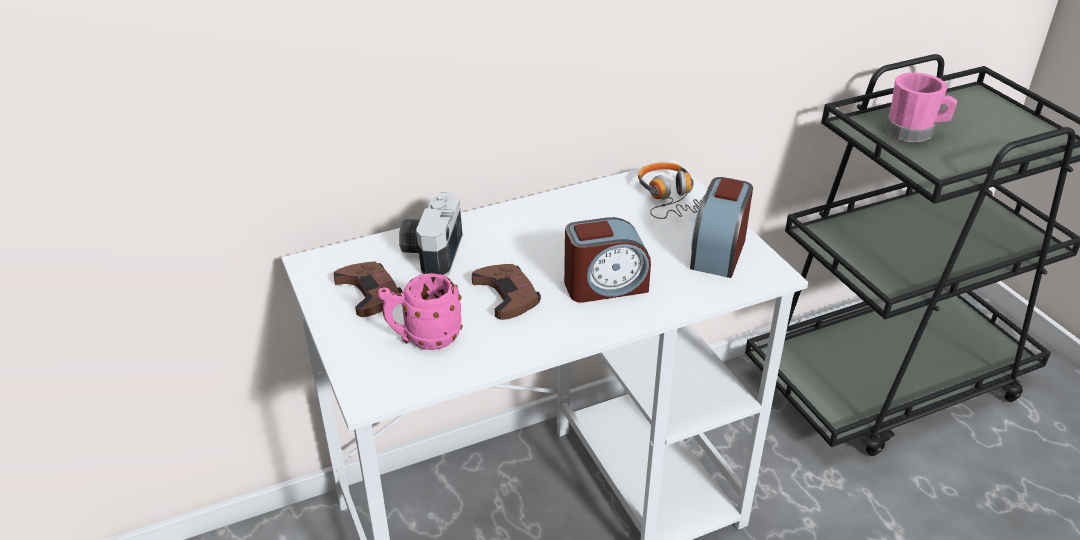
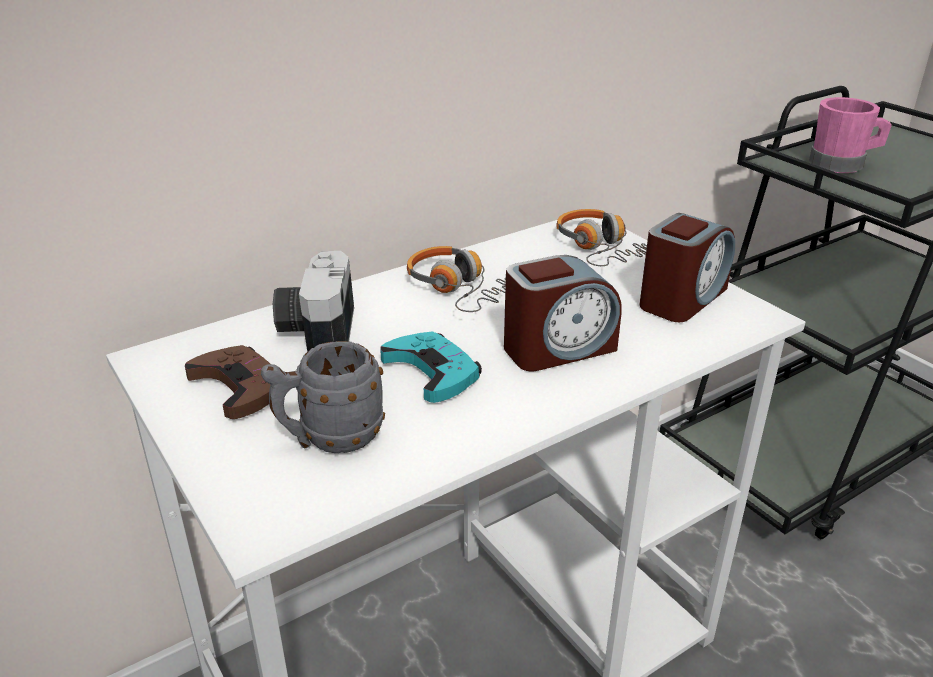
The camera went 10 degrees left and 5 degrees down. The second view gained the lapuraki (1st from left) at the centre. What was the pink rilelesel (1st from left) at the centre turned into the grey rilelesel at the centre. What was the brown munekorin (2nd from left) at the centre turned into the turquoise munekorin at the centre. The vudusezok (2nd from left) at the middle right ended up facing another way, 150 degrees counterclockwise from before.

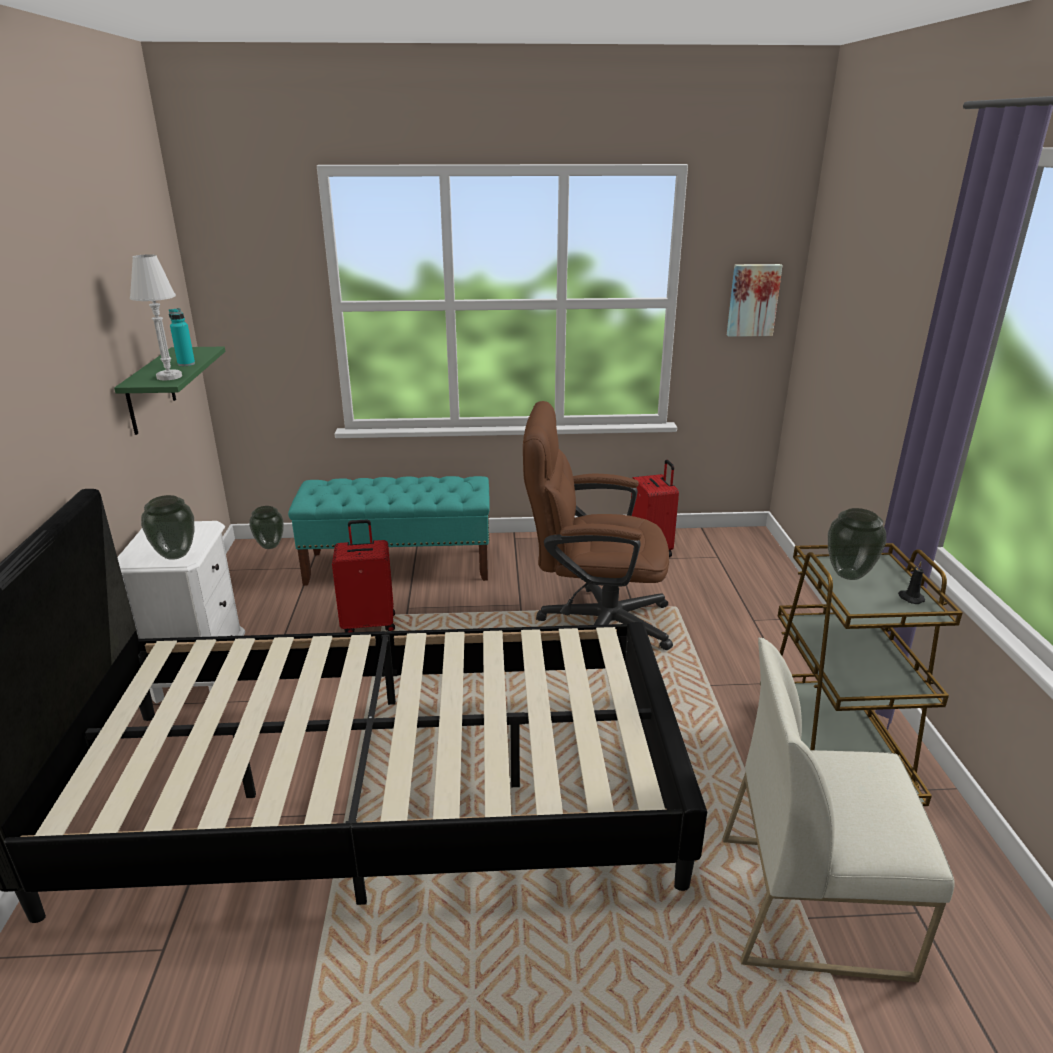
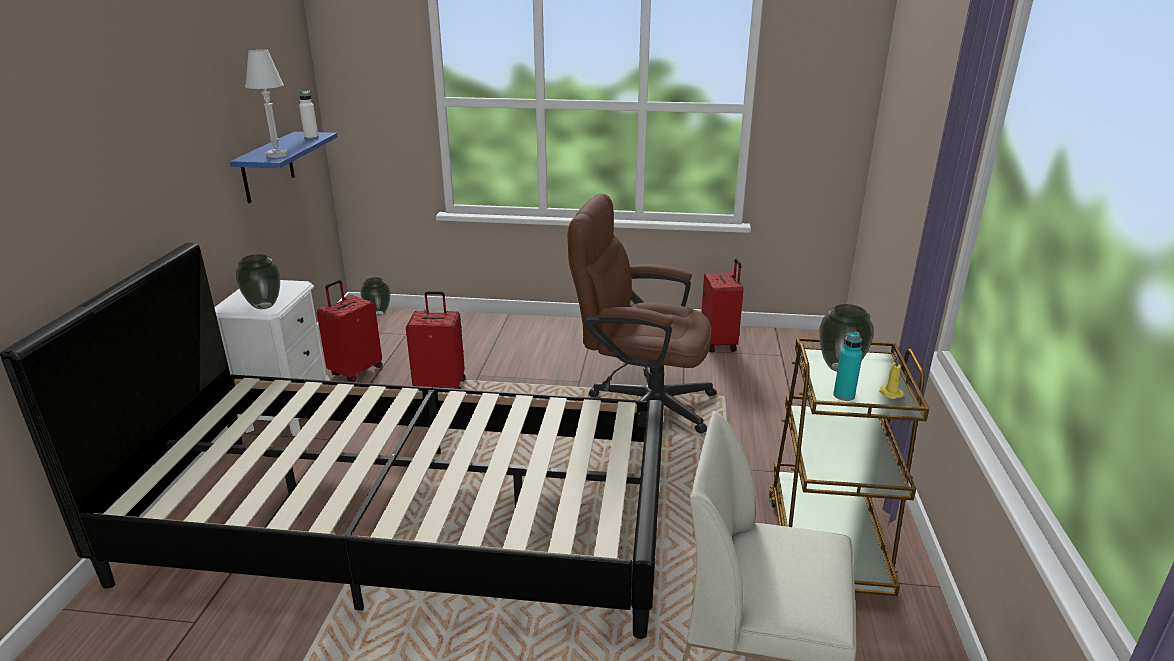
The camera went 10 degrees right and 0 degrees up. The second view lost the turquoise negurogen at the centre. The second view lost the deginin at the top right. The second view gained the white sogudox at the top left. The second view gained the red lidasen (1st from left) at the middle left. The turquoise sogudox ended up elsewhere, having gone from the top left to the middle right. What was the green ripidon at the middle left turned into the blue ripidon at the top left. What was the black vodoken at the middle right turned into the yellow vodoken at the middle right.

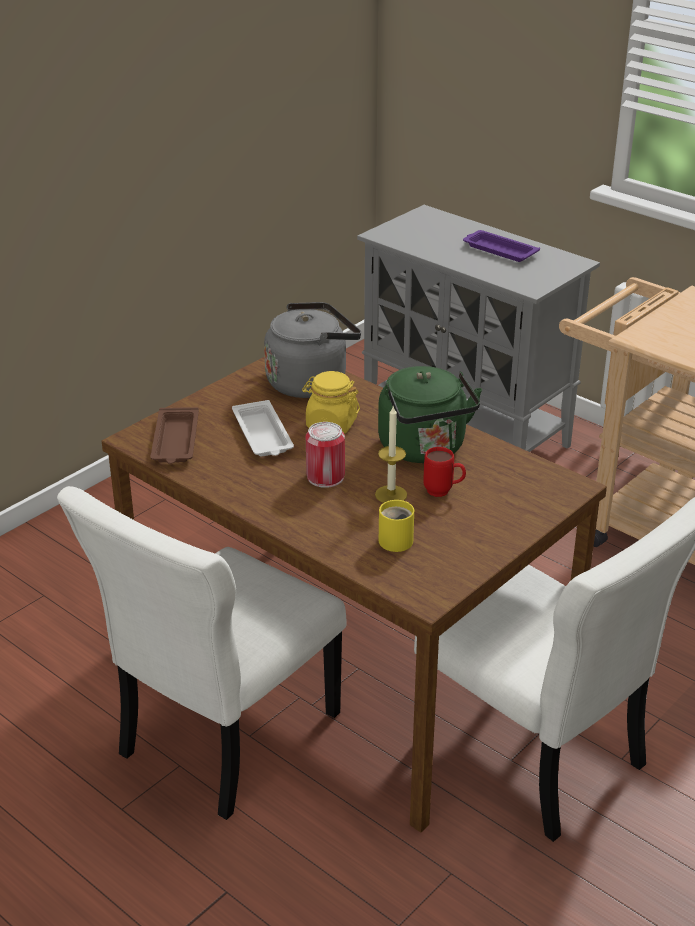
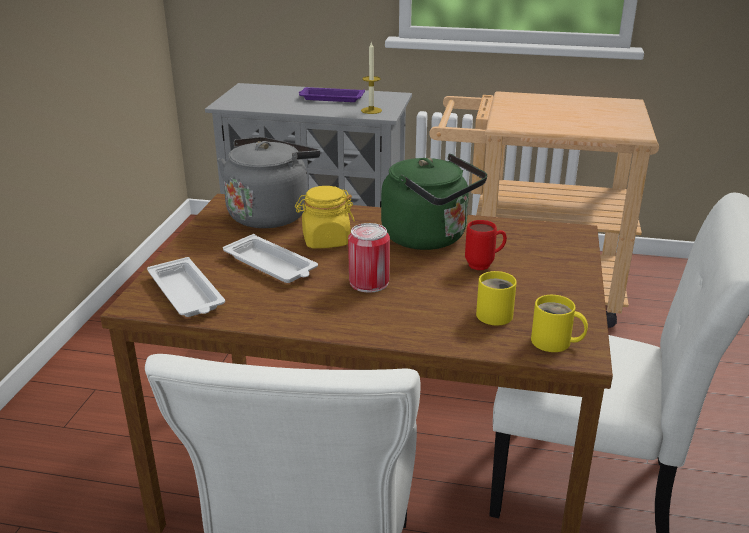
The camera went 30 degrees left and 5 degrees down. The second view gained the yellow rilelesel (2nd from left) at the middle right. The vodoken ended up elsewhere, having gone from the centre to the top centre. What was the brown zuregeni at the middle left turned into the white zuregeni (1st from left) at the middle left.

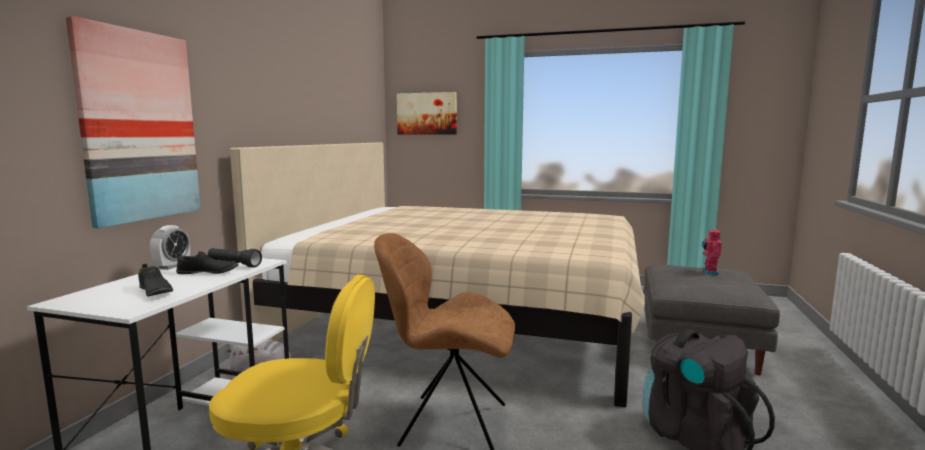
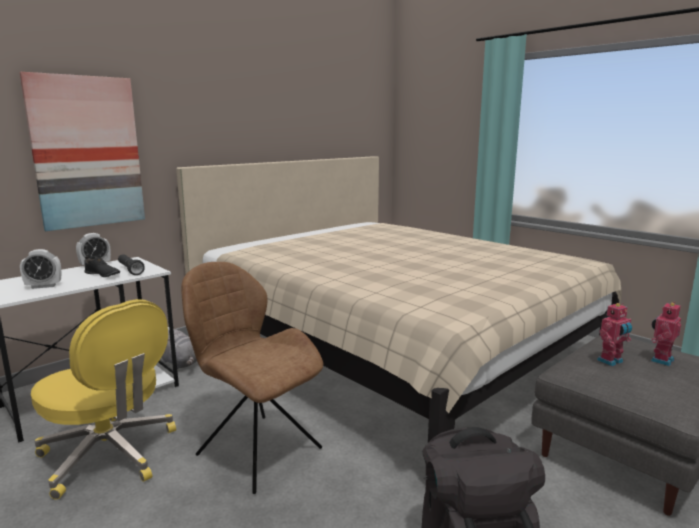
The camera went 30 degrees right and 5 degrees up. The second view lost the deginin (2nd from left) at the top centre. The second view gained the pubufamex (1st from left) at the middle right. Where the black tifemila (1st from left) stood at the middle left, the vudusezok (1st from left) came to stand at the middle left.

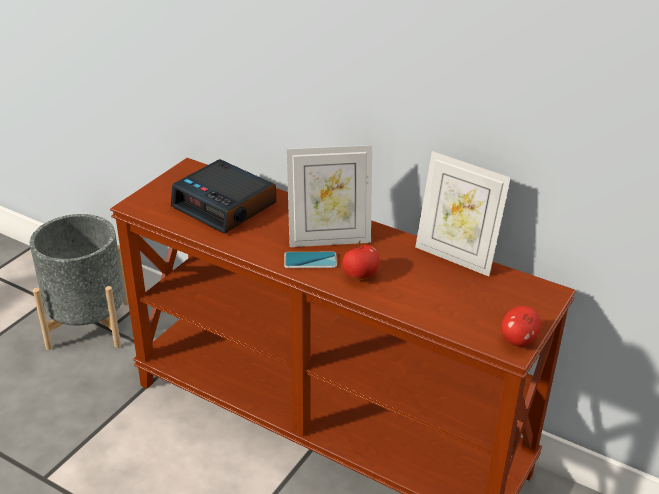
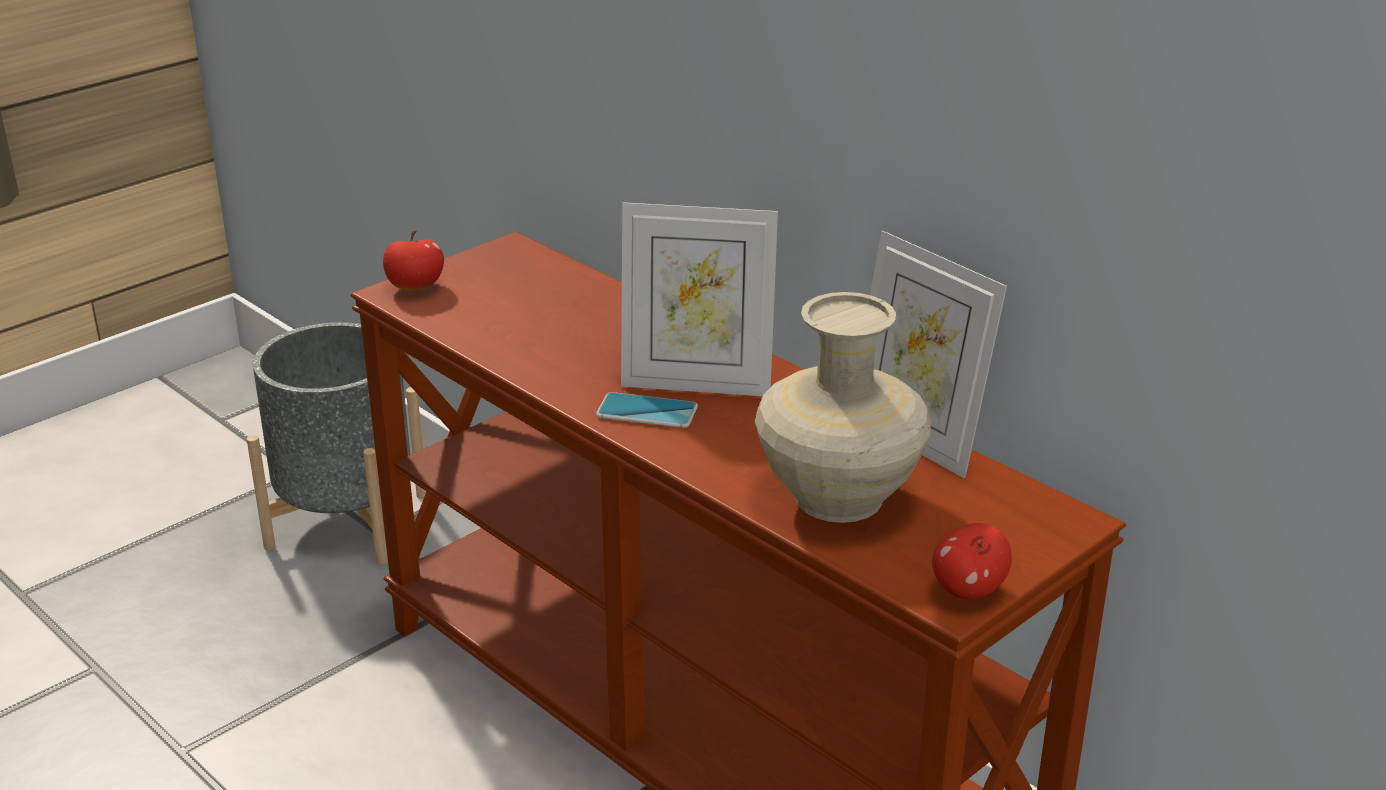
The camera went 15 degrees right and 5 degrees down. The second view lost the vudusezok at the centre. The second view gained the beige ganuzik at the centre. The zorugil (1st from left) ended up elsewhere, having gone from the centre to the top left.

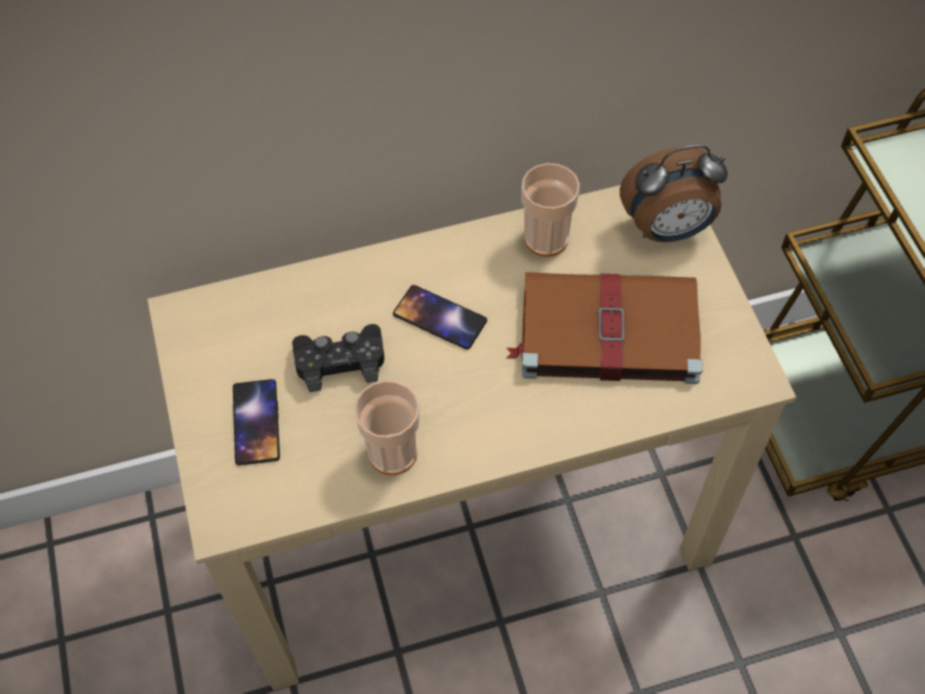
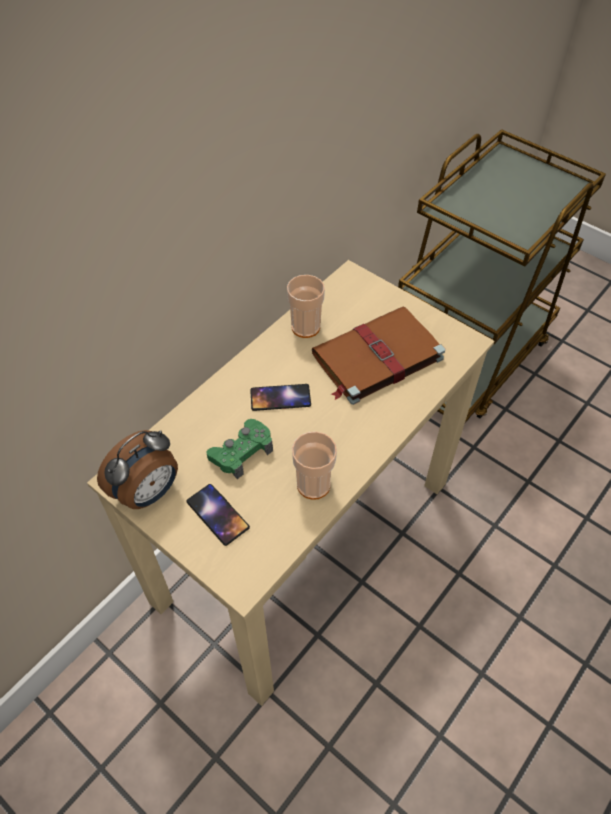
The camera went 35 degrees left and 5 degrees down. The vudusezok ended up elsewhere, having gone from the top right to the middle left. What was the black munekorin at the centre turned into the green munekorin at the centre.

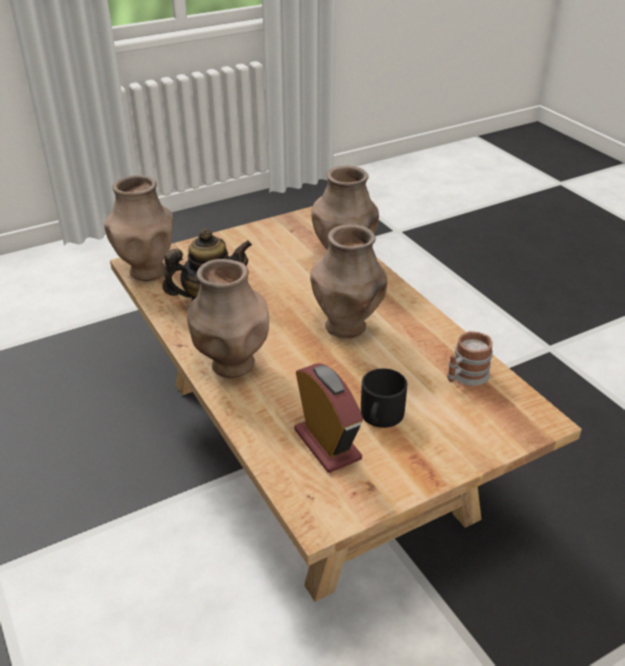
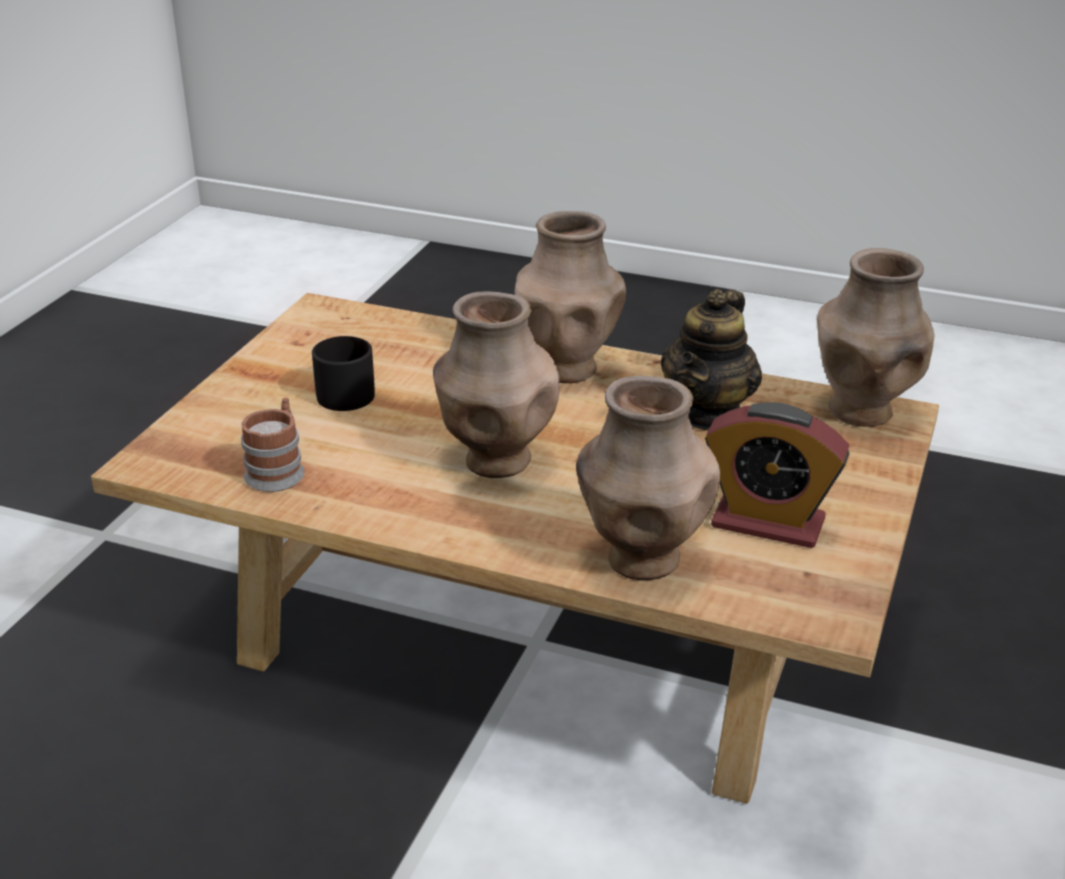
The camera went 140 degrees right and 5 degrees down. The vudusezok ended up elsewhere, having gone from the centre to the middle right.

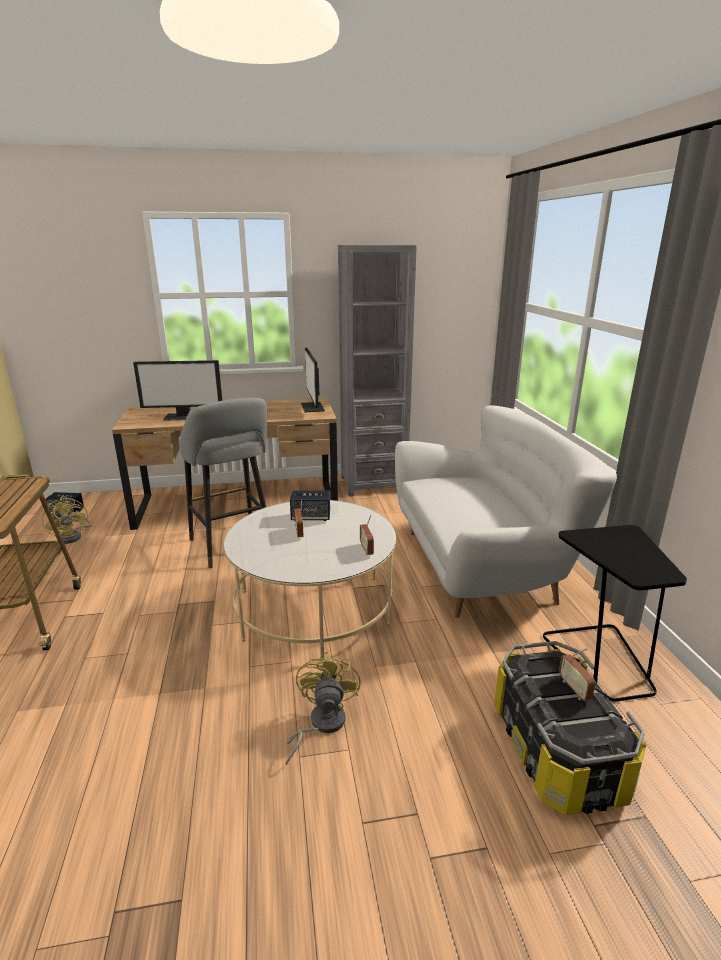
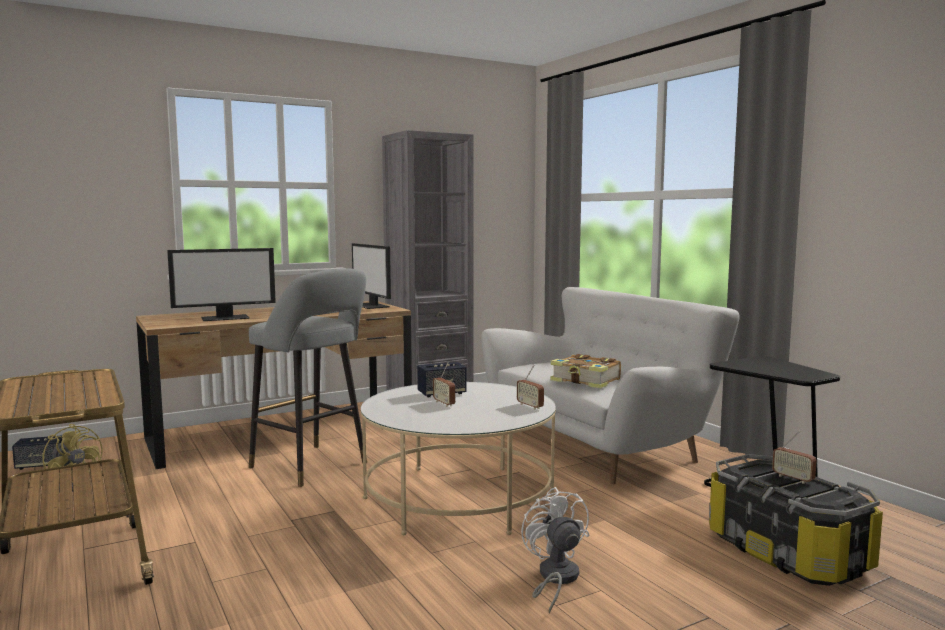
The camera went 20 degrees left and 15 degrees down. The second view gained the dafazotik at the centre. What was the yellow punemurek (2nd from left) at the bottom centre turned into the white punemurek at the bottom centre.

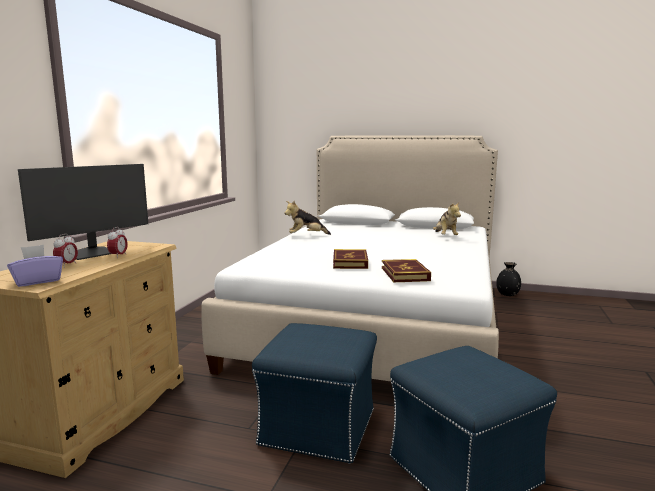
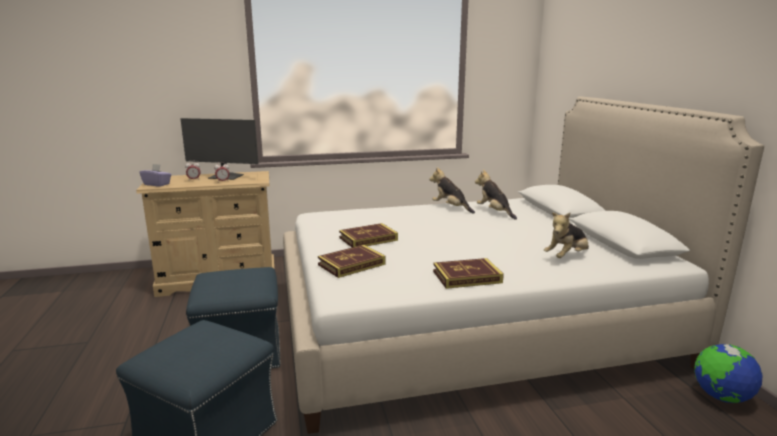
The camera went 60 degrees right and 5 degrees up. The second view gained the dafazotik (3rd from left) at the centre. The second view gained the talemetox (2nd from left) at the centre. Where the black ganuzik stood at the middle right, the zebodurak came to stand at the bottom right.

